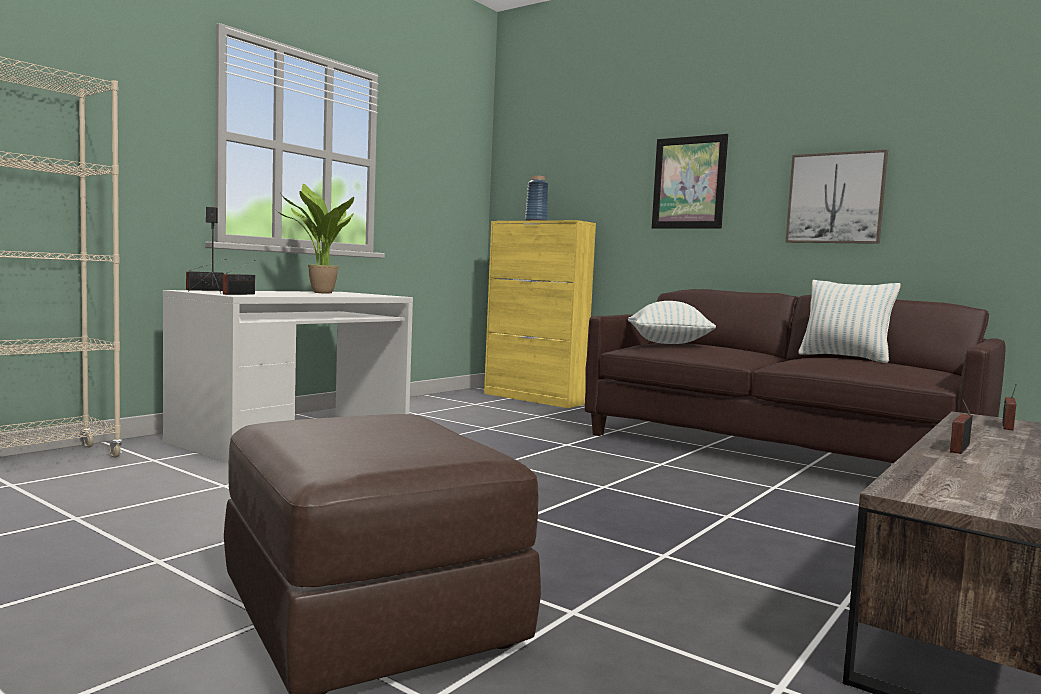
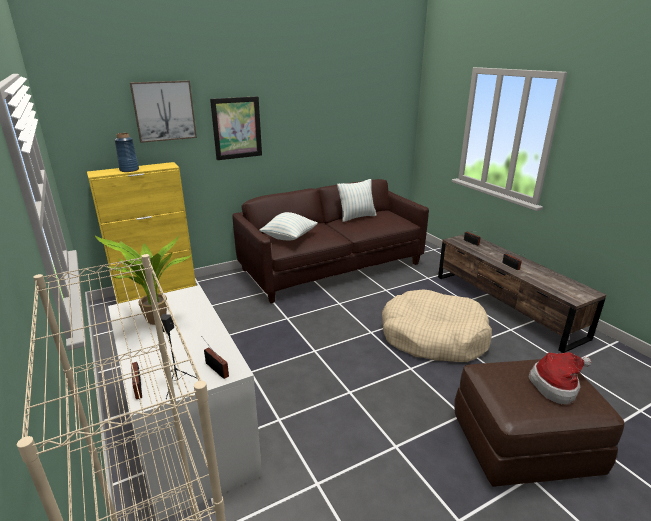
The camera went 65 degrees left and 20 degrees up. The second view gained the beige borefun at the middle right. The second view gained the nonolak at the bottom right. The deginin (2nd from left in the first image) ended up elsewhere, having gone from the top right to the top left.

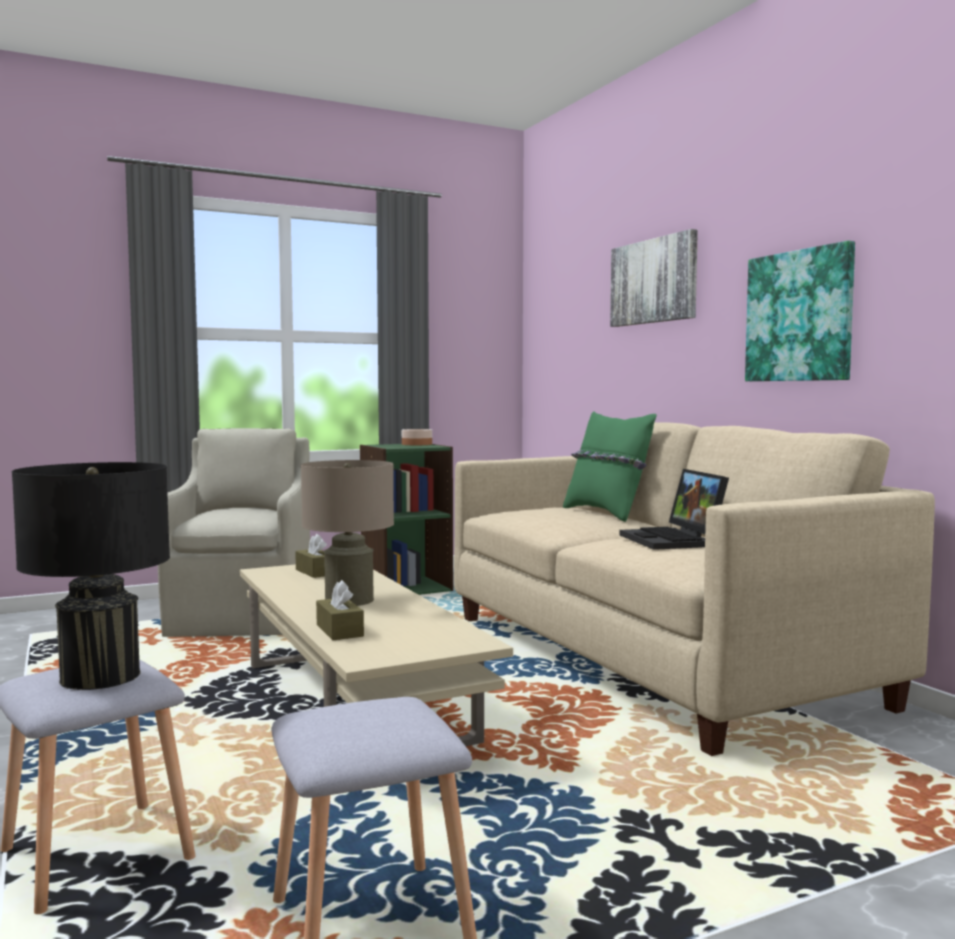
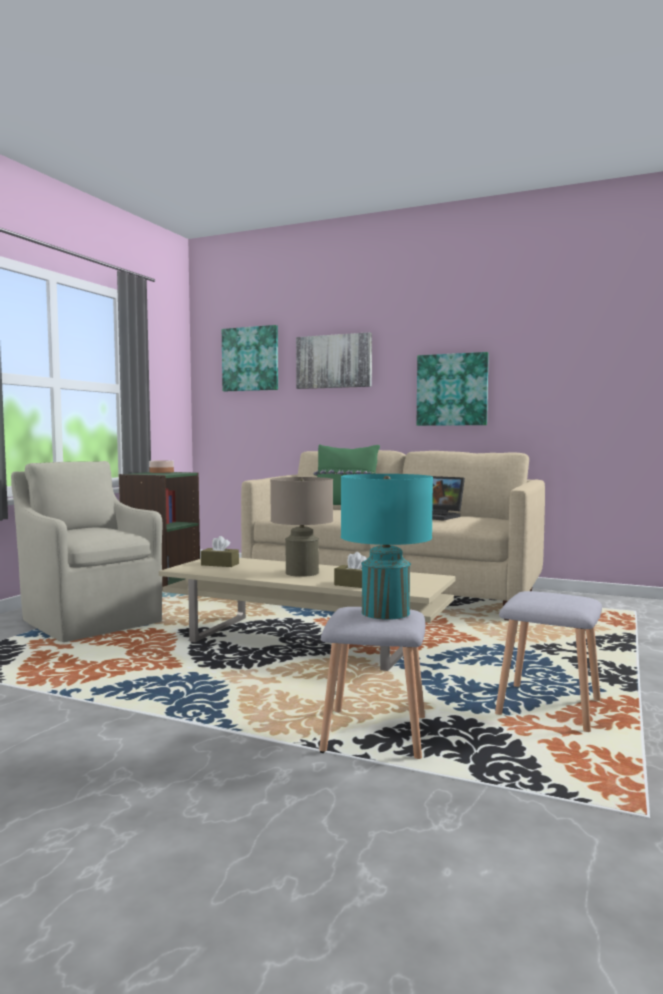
The camera went 40 degrees left and 0 degrees up. The second view gained the deginin (1st from left) at the centre. What was the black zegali at the middle left turned into the turquoise zegali at the centre.

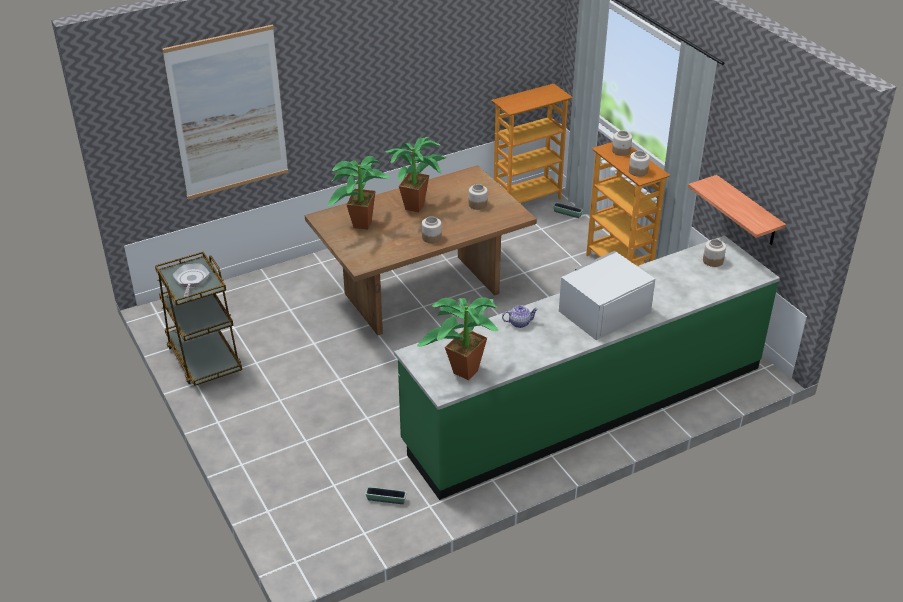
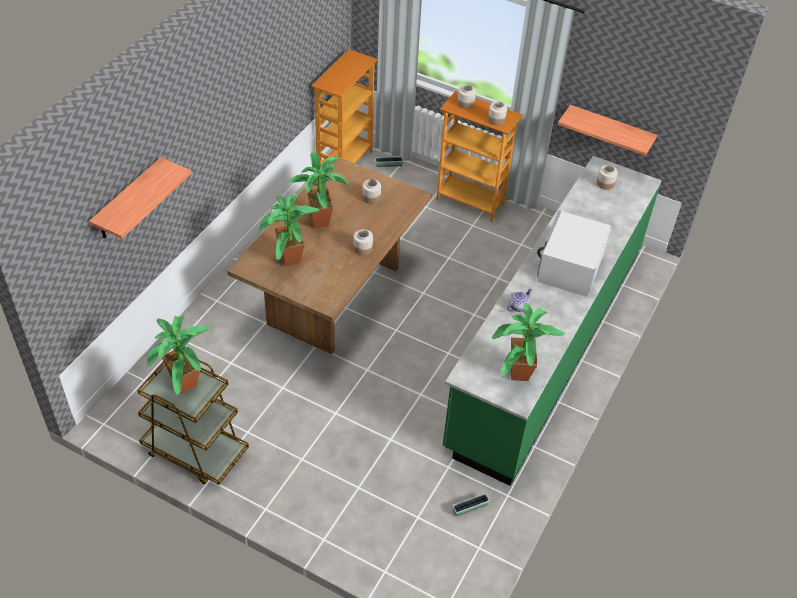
The camera went 35 degrees left and 10 degrees up. Where the deginin hung at the top left, the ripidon (1st from left) came to hang at the top left. Where the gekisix stood at the middle left, the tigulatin (1st from left) came to stand at the middle left.

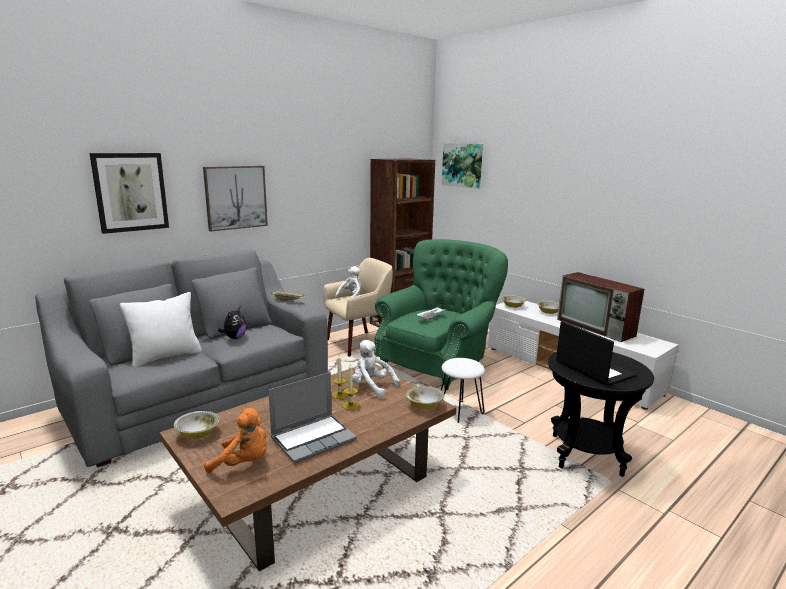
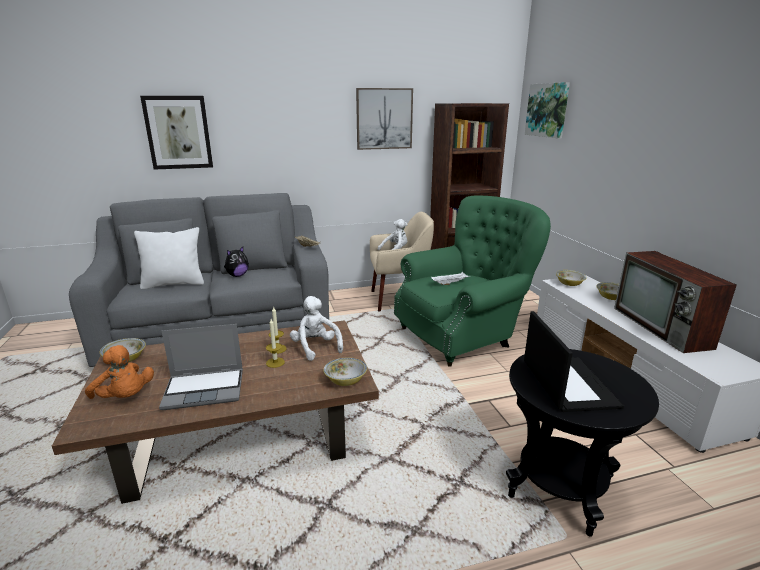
The camera went 25 degrees right and 5 degrees up. The second view lost the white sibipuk at the centre. The deginin (2nd from left) ended up elsewhere, having gone from the middle left to the top centre.

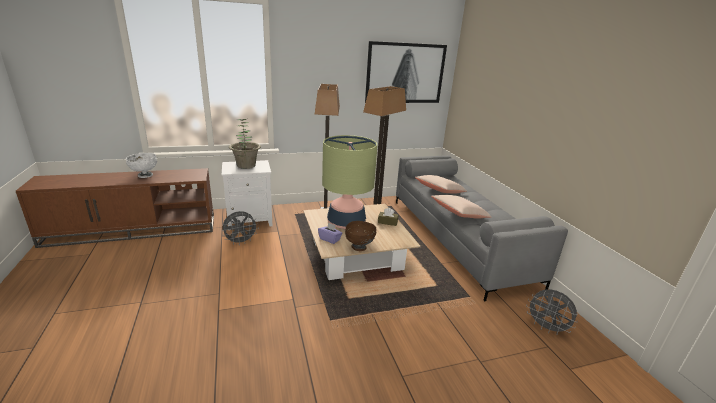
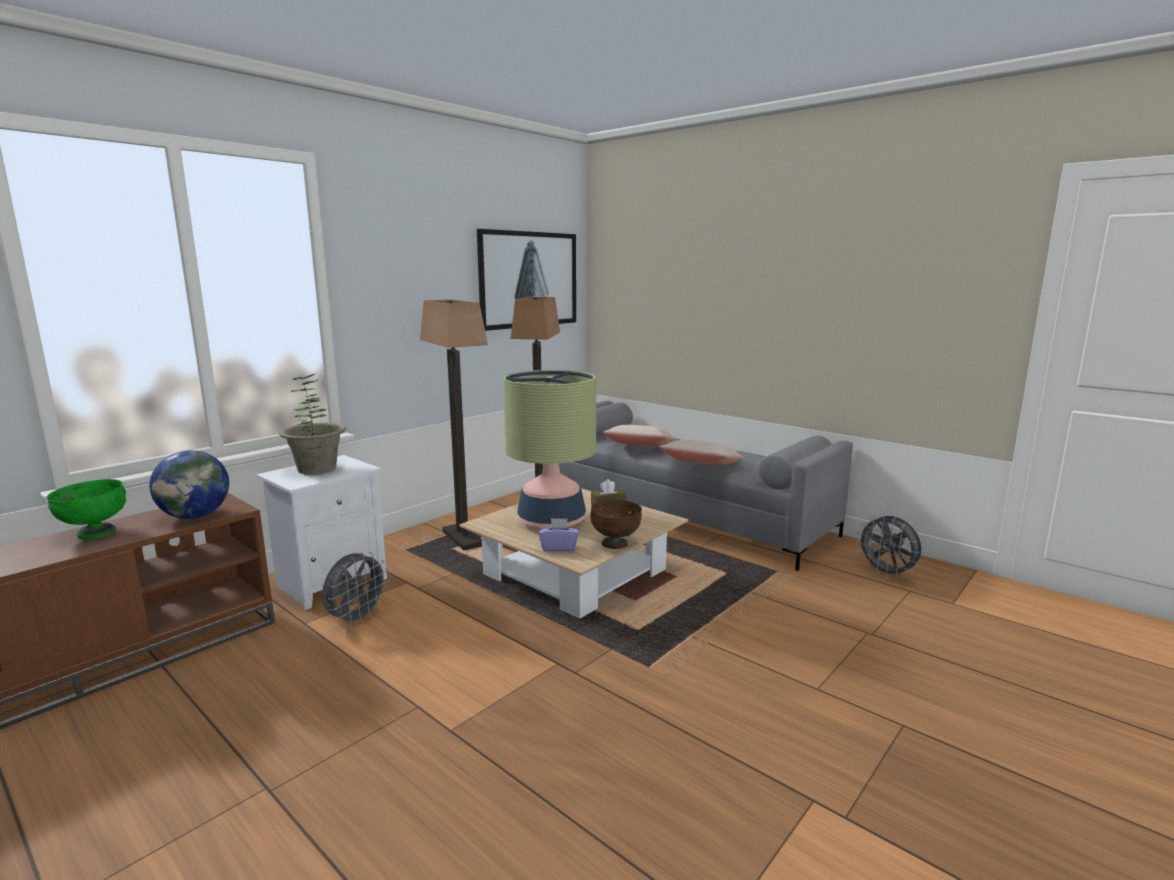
The camera went 30 degrees left and 10 degrees down. The second view gained the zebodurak at the middle left. What was the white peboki at the middle left turned into the green peboki at the middle left. The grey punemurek (2nd from left) at the bottom right ended up facing another way, 45 degrees clockwise from before.

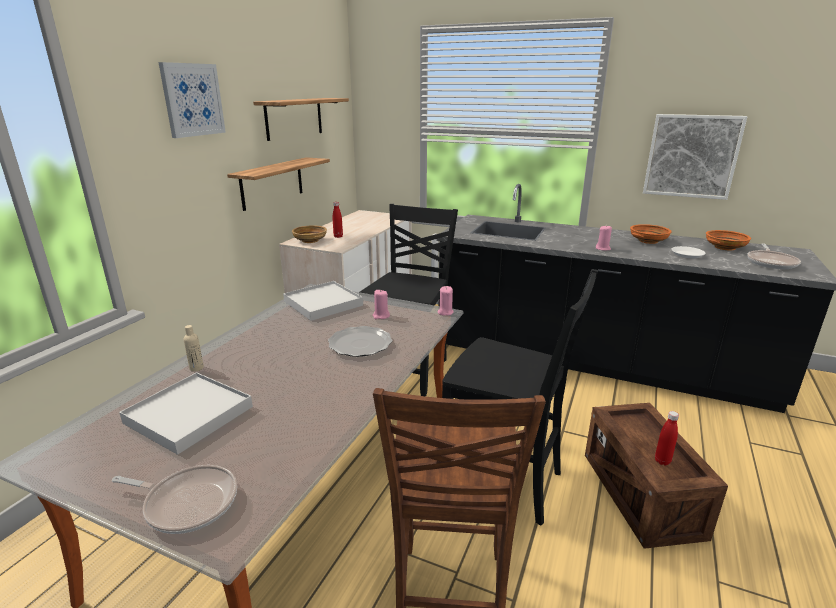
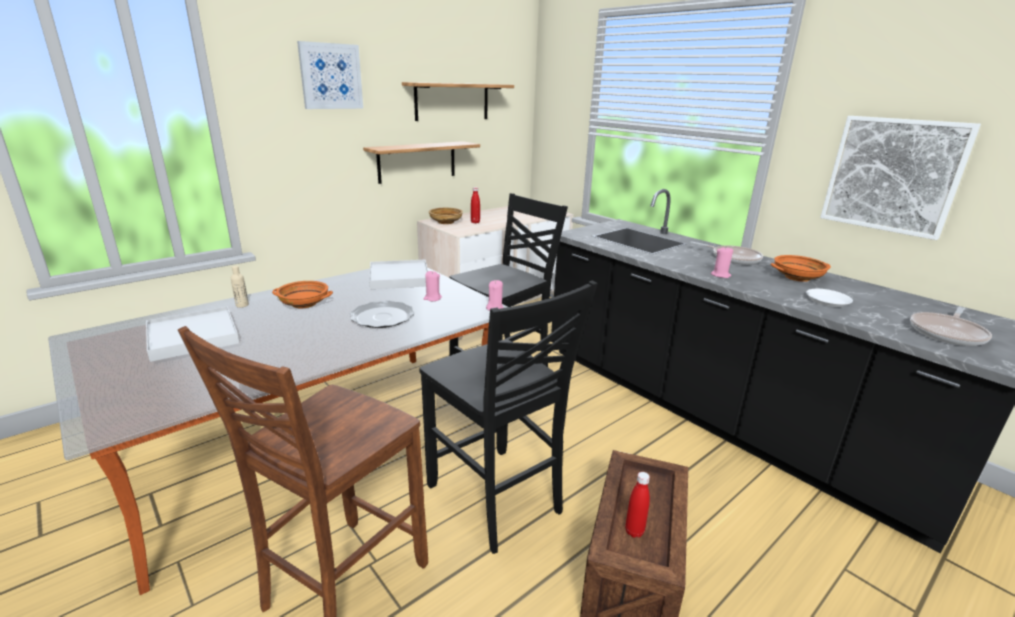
The camera went 25 degrees right and 0 degrees up. The gekisix (1st from left) ended up elsewhere, having gone from the bottom left to the middle right. The orange peboki (2nd from left in the first image) ended up elsewhere, having gone from the middle right to the middle left.

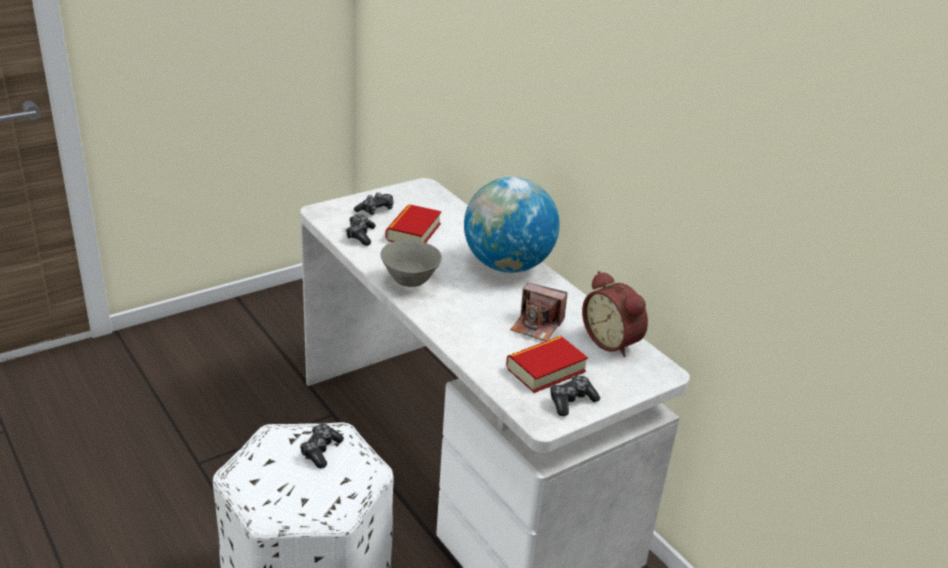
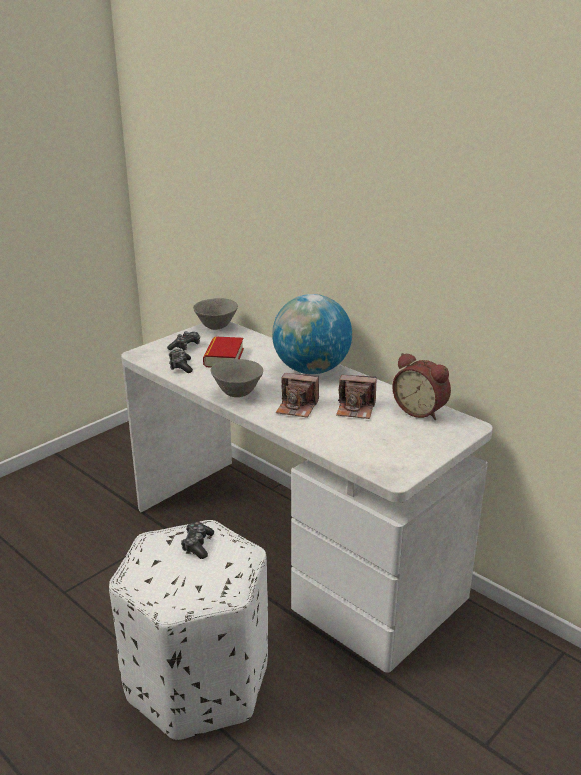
The camera went 10 degrees left and 5 degrees down. The second view lost the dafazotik (2nd from left) at the centre. The second view lost the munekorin (4th from left) at the bottom centre. The second view gained the grey peboki (1st from left) at the centre. The second view gained the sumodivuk (1st from left) at the centre.

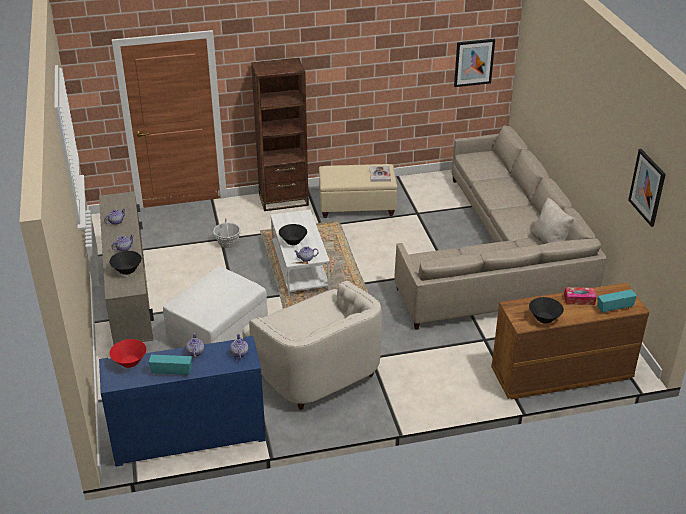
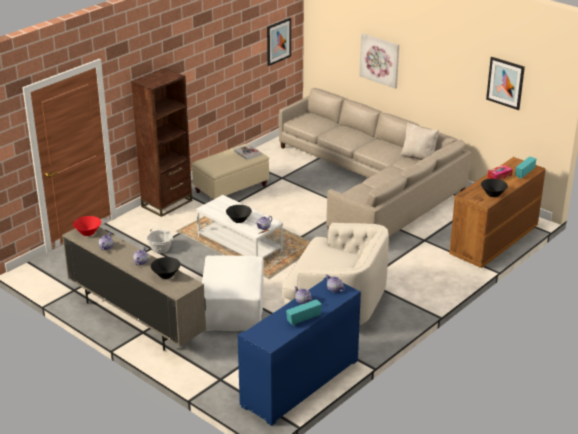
The camera went 35 degrees left and 5 degrees down. The second view gained the deginin (2nd from left) at the top centre. The red peboki ended up elsewhere, having gone from the bottom left to the middle left.

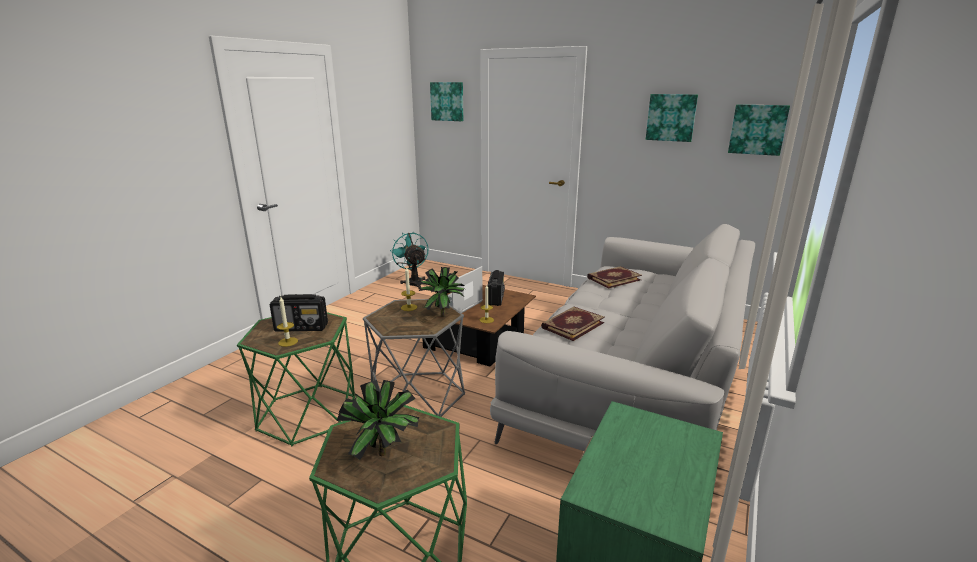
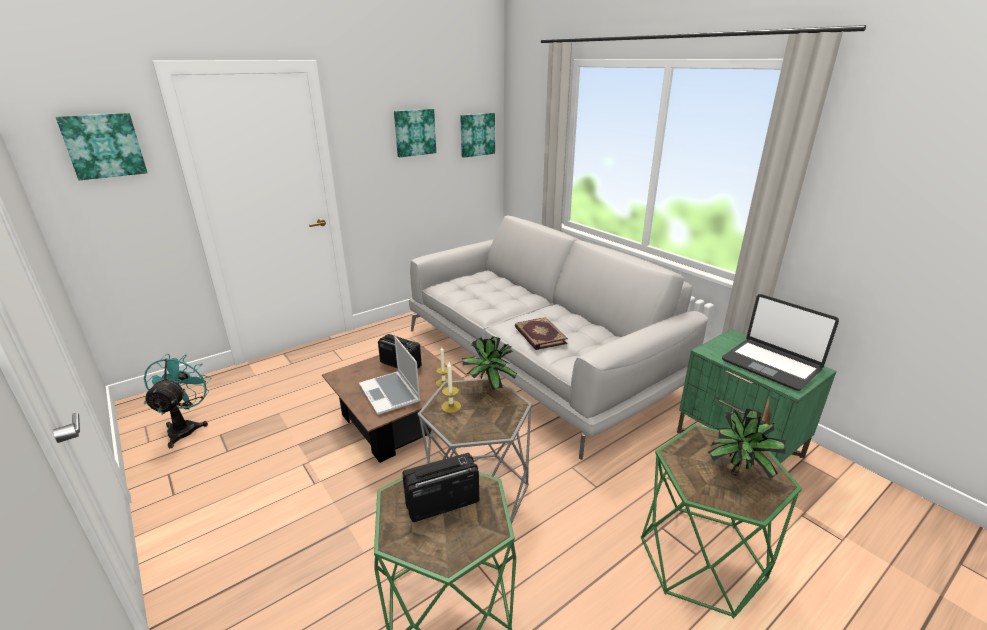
The camera went 65 degrees left and 5 degrees up. The second view lost the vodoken (1st from left) at the middle left. The second view lost the dafazotik (2nd from left) at the centre. The second view gained the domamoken (2nd from left) at the middle right. The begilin (1st from left in the first image) at the middle left ended up facing another way, 135 degrees counterclockwise from before. The turquoise punemurek at the centre ended up facing another way, 90 degrees clockwise from before.

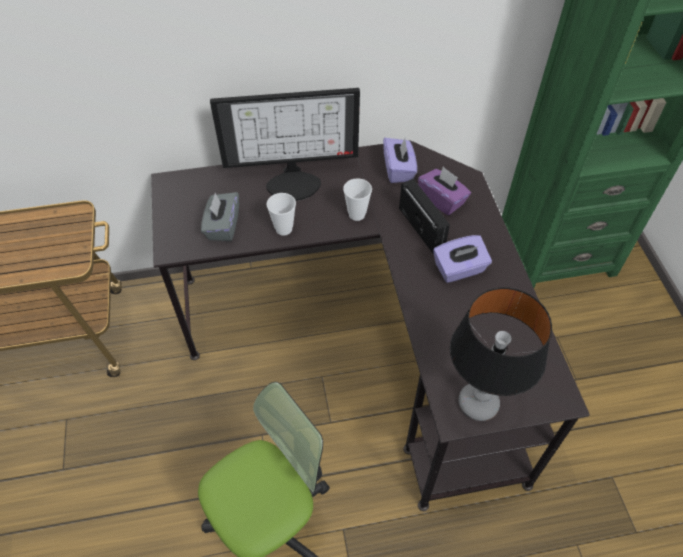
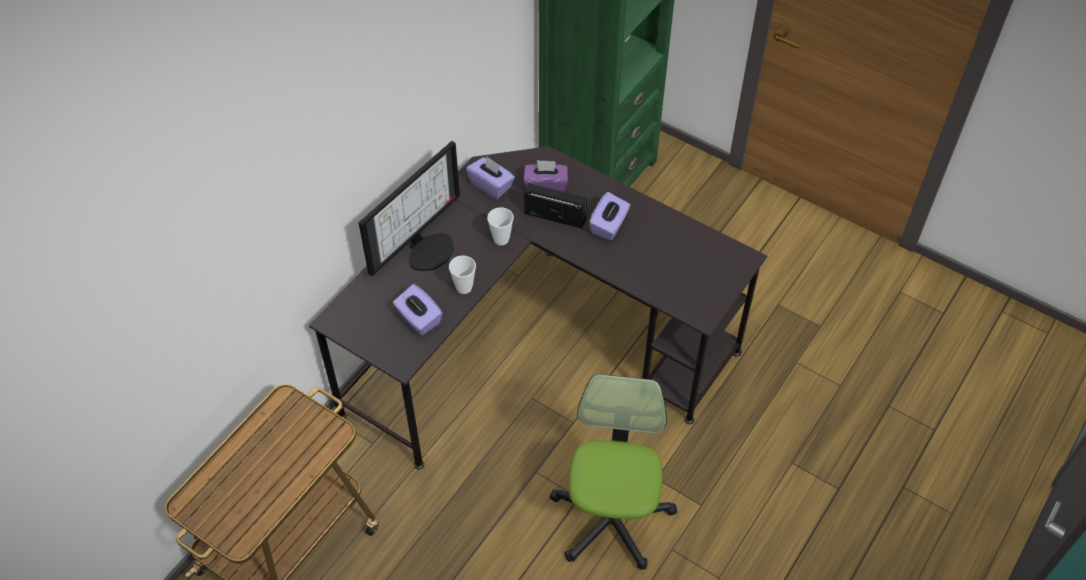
The camera went 45 degrees left and 0 degrees up. The second view lost the zegali at the middle right. What was the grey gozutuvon at the middle left turned into the purple gozutuvon (1st from left) at the centre.

